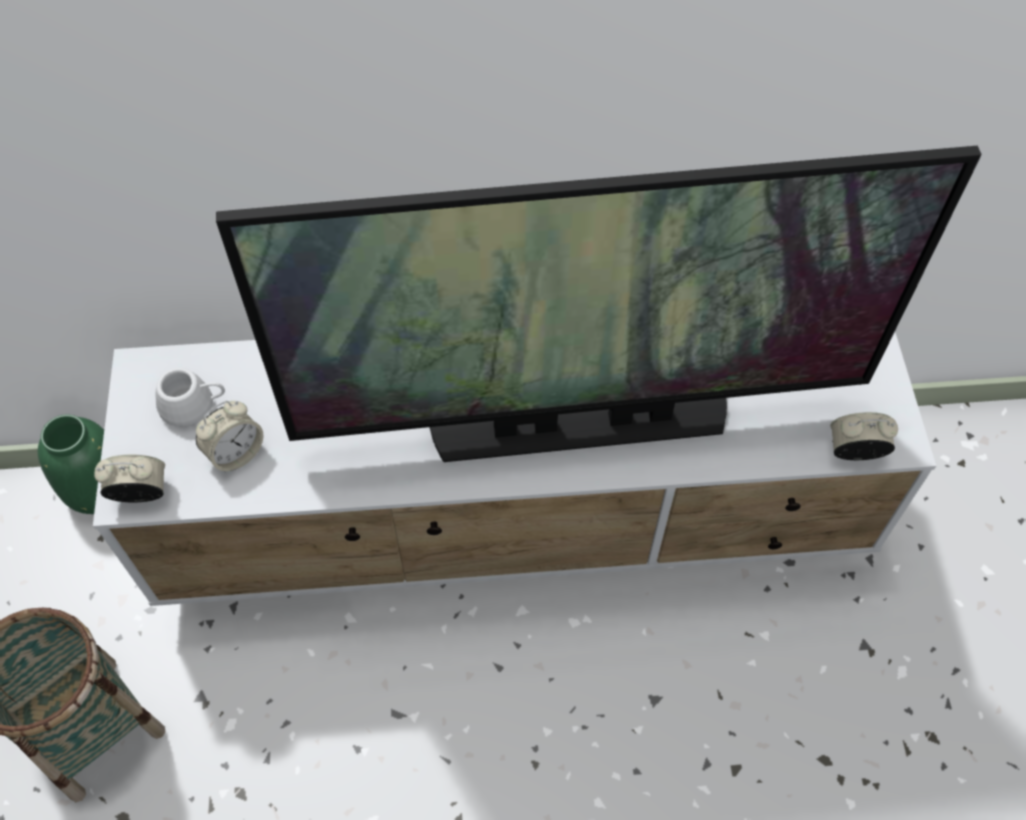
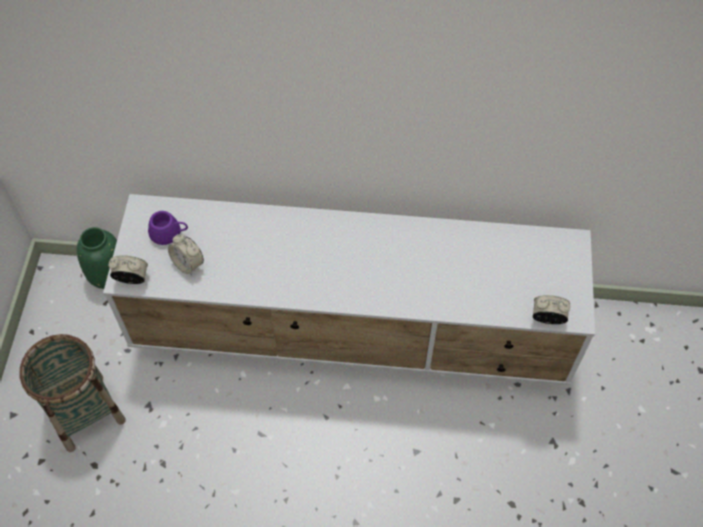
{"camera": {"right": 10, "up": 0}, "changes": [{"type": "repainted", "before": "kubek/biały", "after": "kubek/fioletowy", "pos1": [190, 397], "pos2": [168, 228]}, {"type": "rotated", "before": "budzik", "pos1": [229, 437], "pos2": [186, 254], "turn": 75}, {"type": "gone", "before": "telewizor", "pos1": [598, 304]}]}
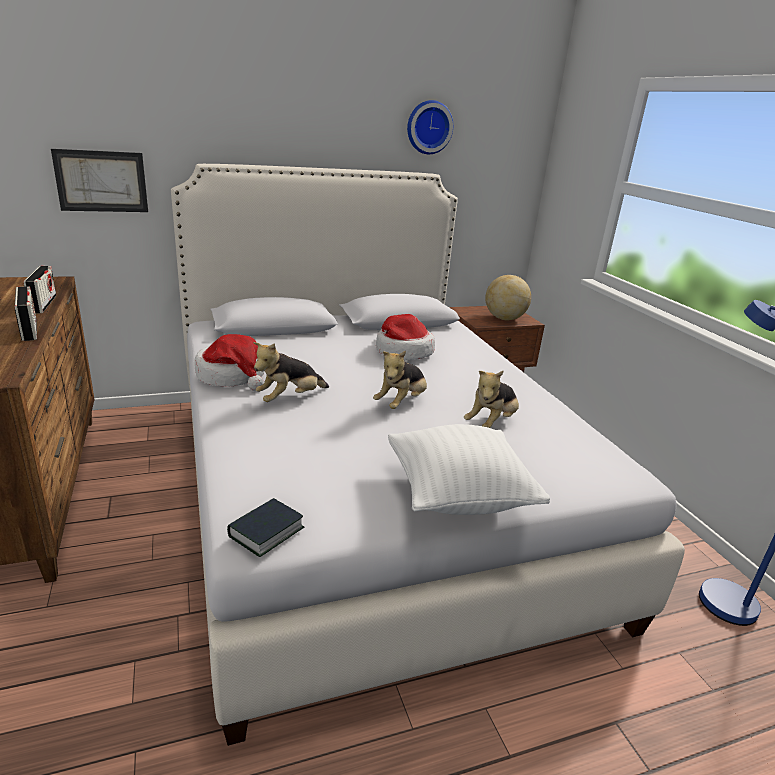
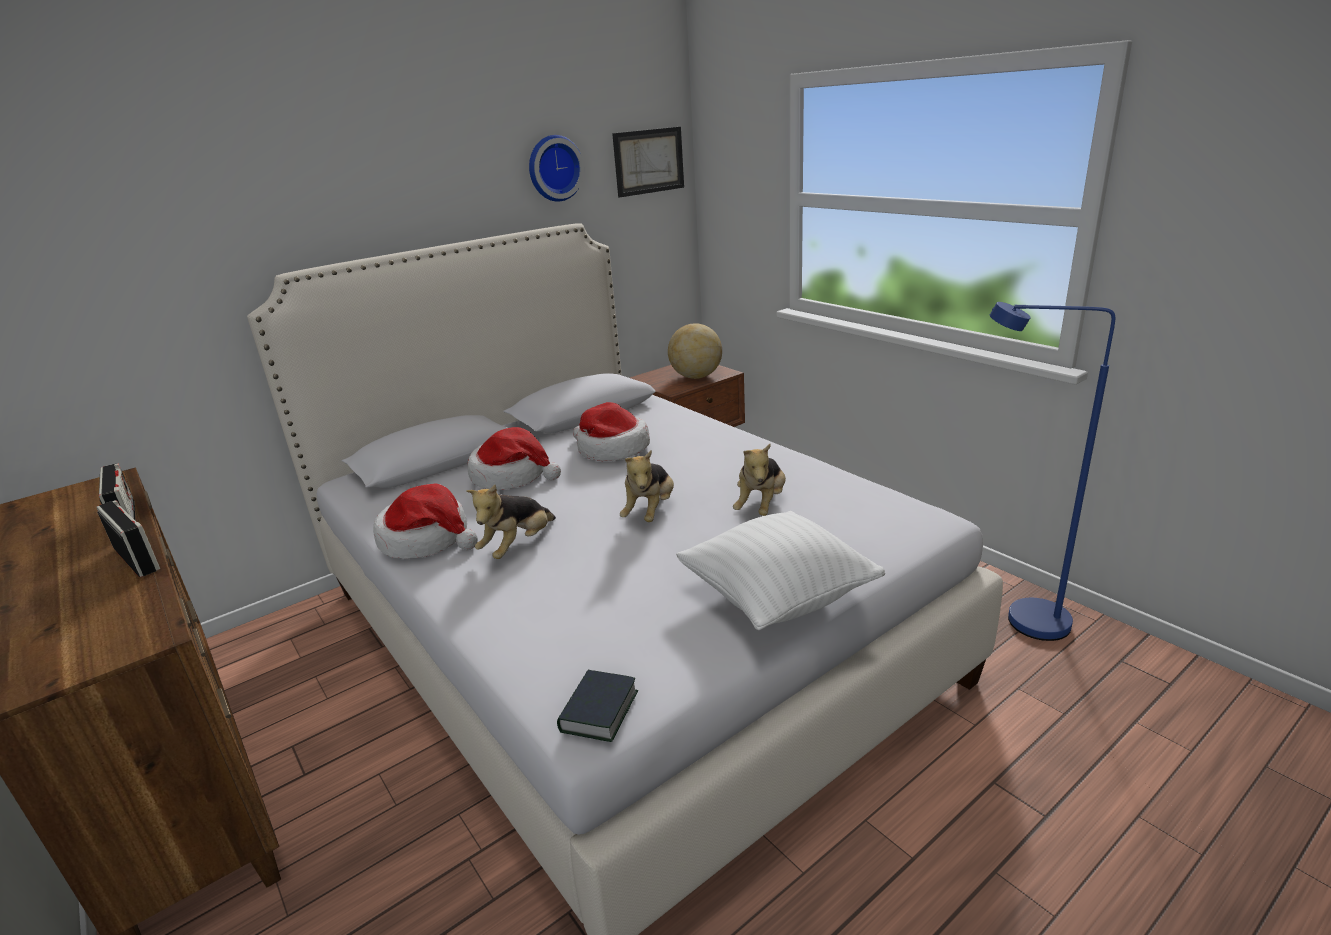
{"camera": {"right": -15, "up": 0}, "changes": [{"type": "new", "after": "kapelusz", "pos2": [514, 458]}, {"type": "shifted", "before": "obraz", "pos1": [99, 180], "pos2": [648, 162]}]}
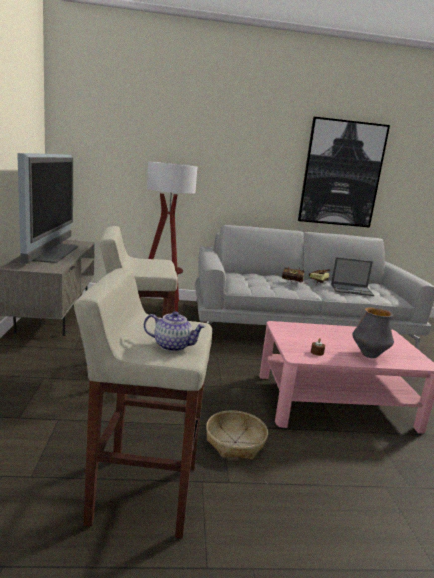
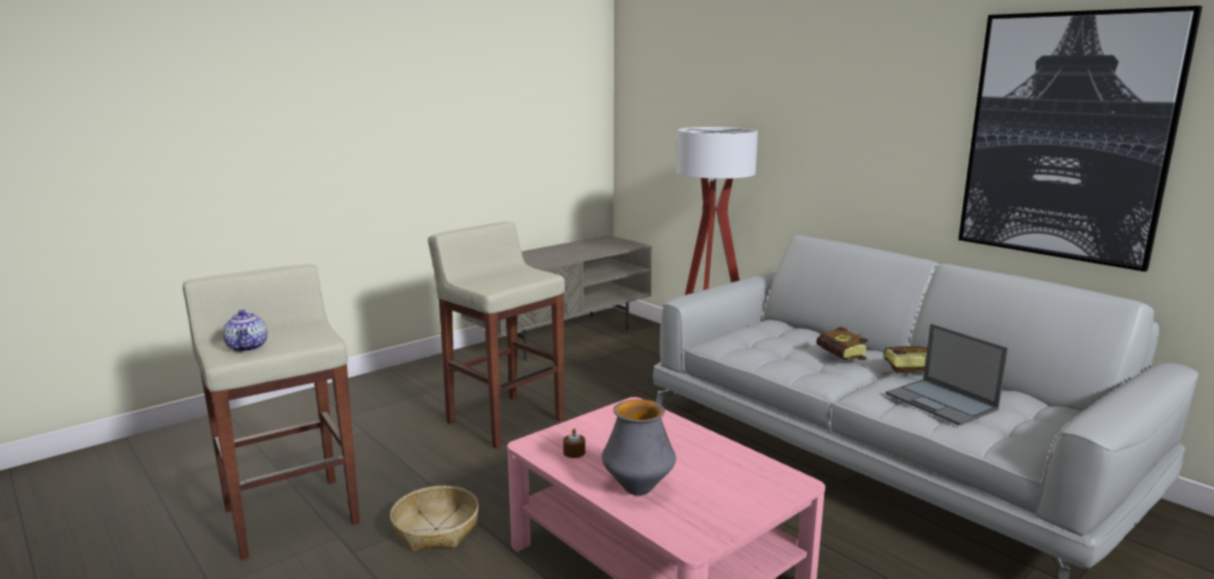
{"camera": {"right": 55, "up": 0}, "changes": [{"type": "gone", "before": "telewizor", "pos1": [47, 208]}]}
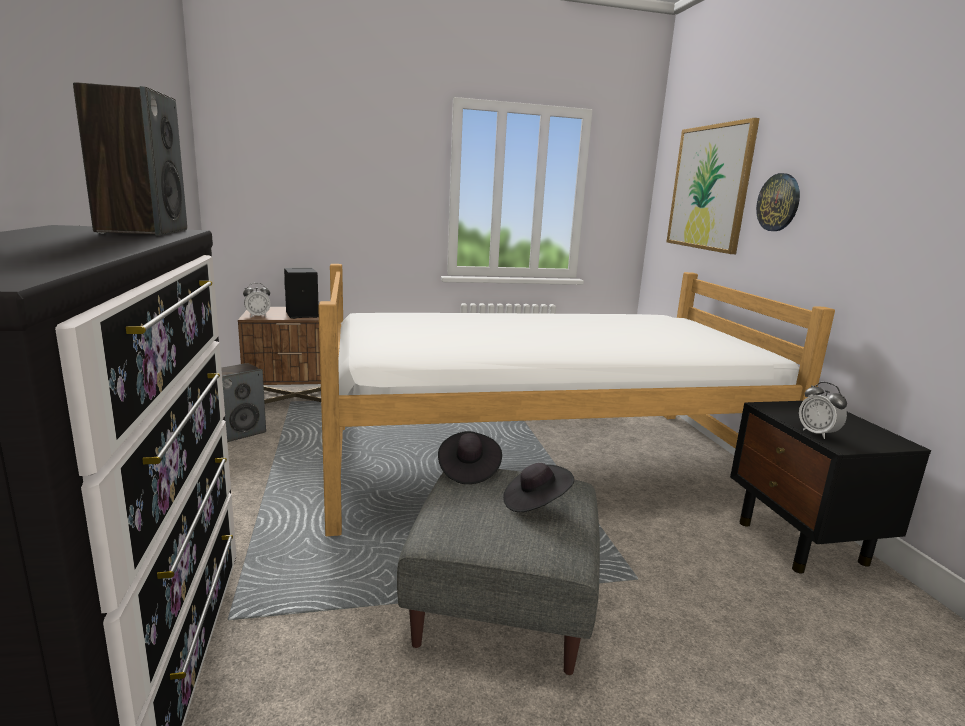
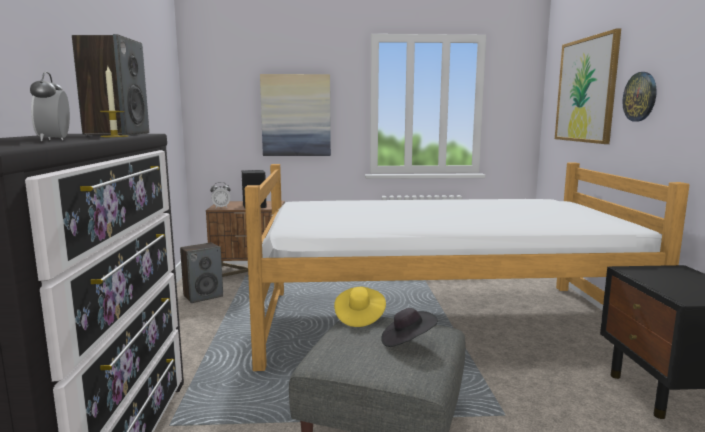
{"camera": {"right": 10, "up": -5}, "changes": [{"type": "shifted", "before": "budzik", "pos1": [823, 410], "pos2": [50, 106]}, {"type": "new", "after": "świeca", "pos2": [114, 102]}, {"type": "new", "after": "obraz", "pos2": [295, 115]}, {"type": "repainted", "before": "kapelusz/czarny", "after": "kapelusz/żółty", "pos1": [470, 457], "pos2": [360, 307]}]}
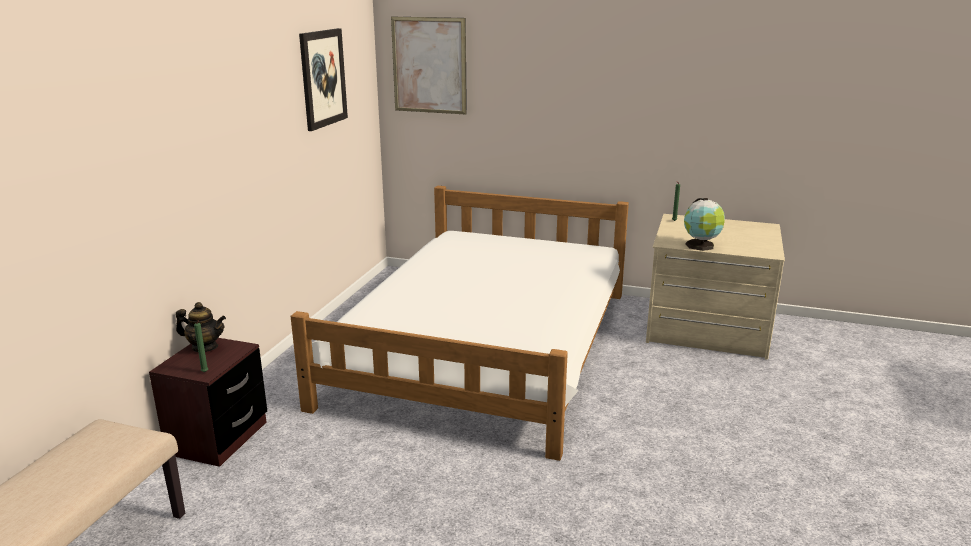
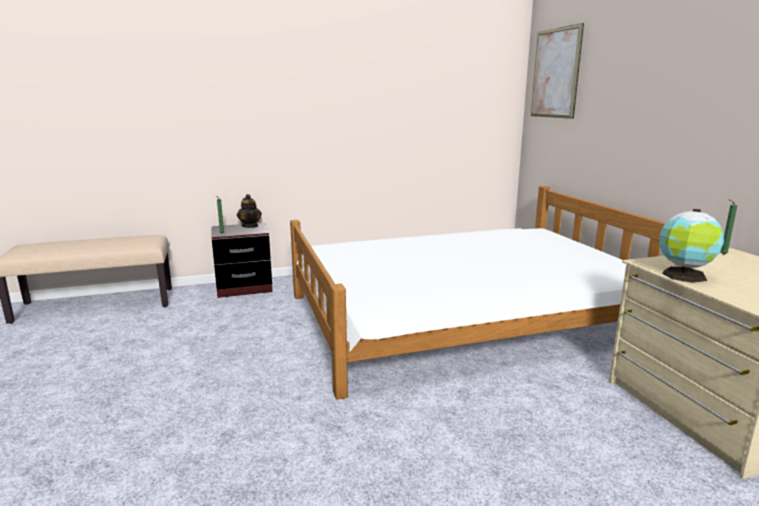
{"camera": {"right": 55, "up": -5}, "changes": [{"type": "gone", "before": "obraz", "pos1": [323, 79]}]}
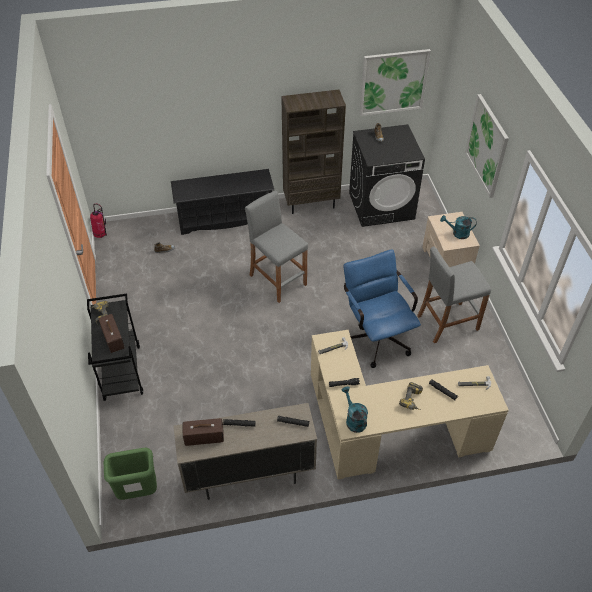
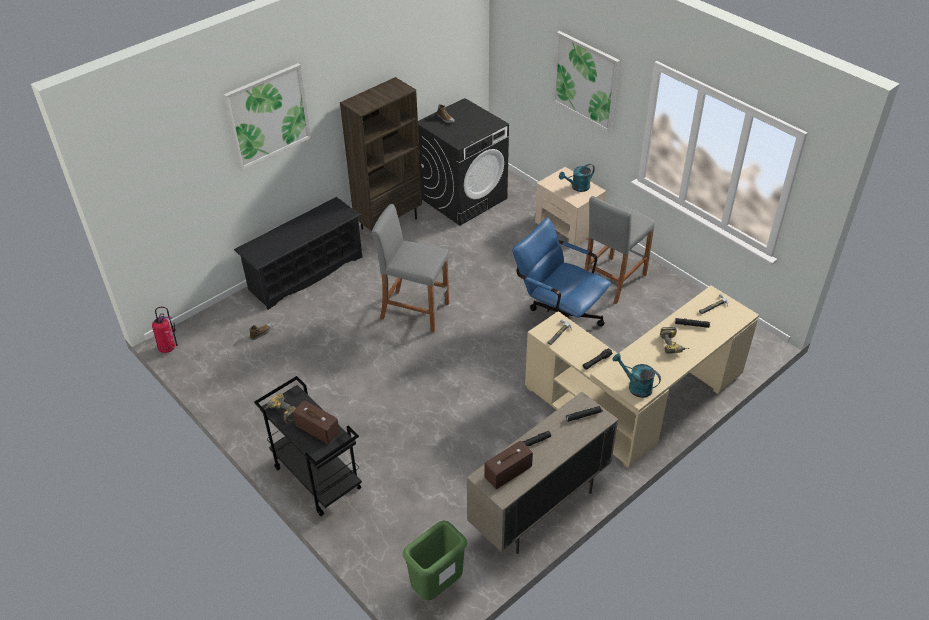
{"camera": {"right": -30, "up": -5}, "changes": [{"type": "shifted", "before": "obraz", "pos1": [395, 82], "pos2": [267, 116]}]}
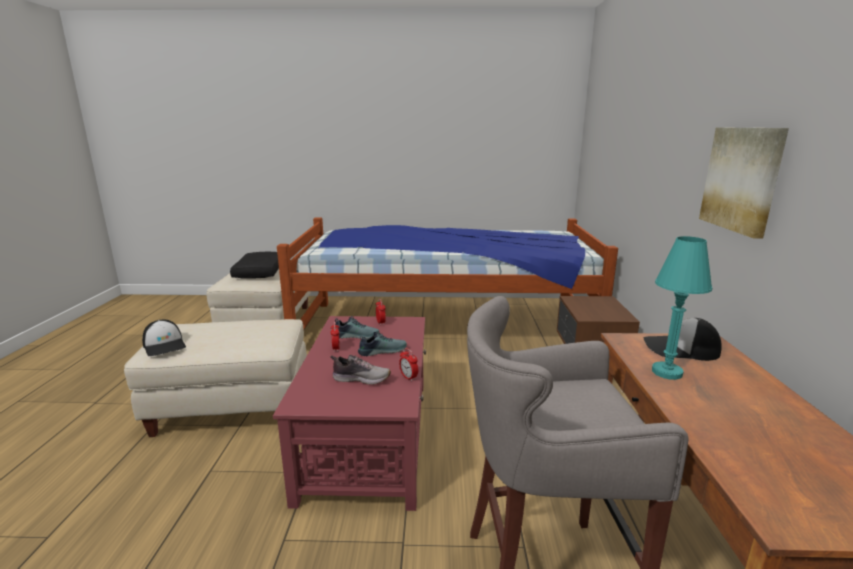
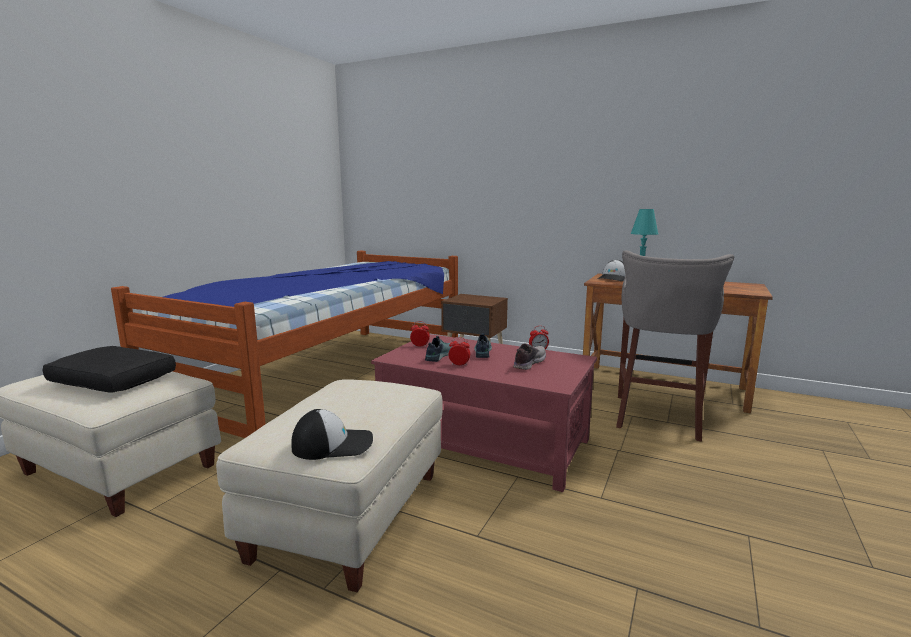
{"camera": {"right": -65, "up": -5}, "changes": [{"type": "gone", "before": "obraz", "pos1": [744, 183]}]}
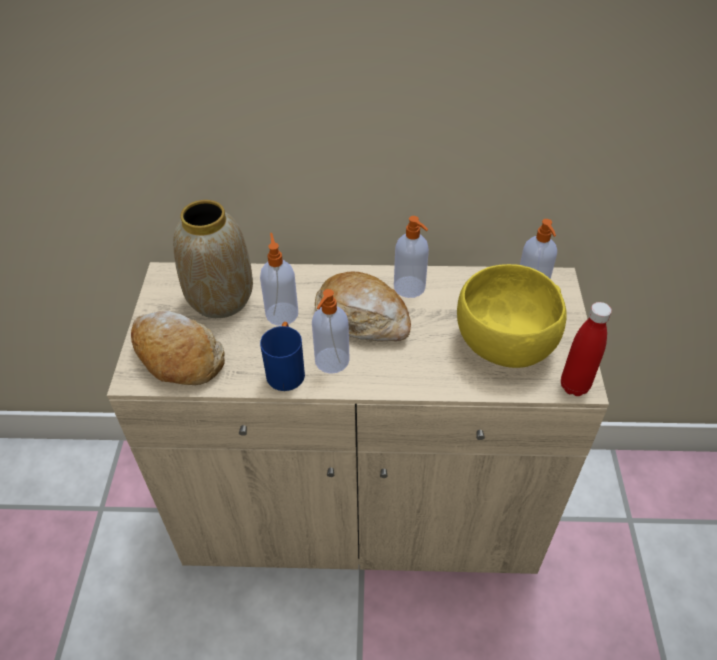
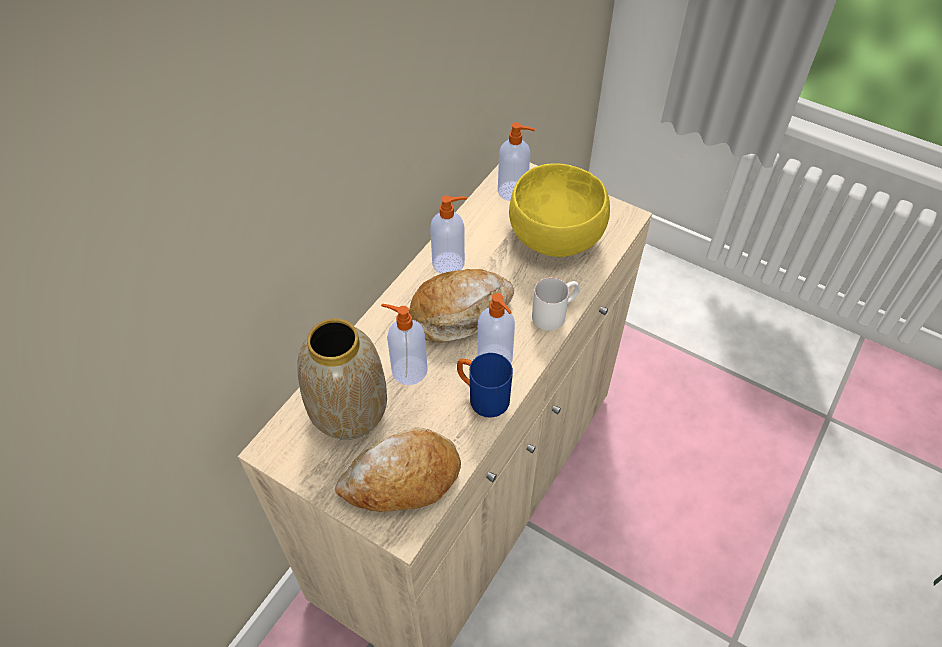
{"camera": {"right": -60, "up": 5}, "changes": [{"type": "new", "after": "kubek/biały", "pos2": [556, 304]}, {"type": "gone", "before": "butelka/czerwony", "pos1": [586, 349]}]}
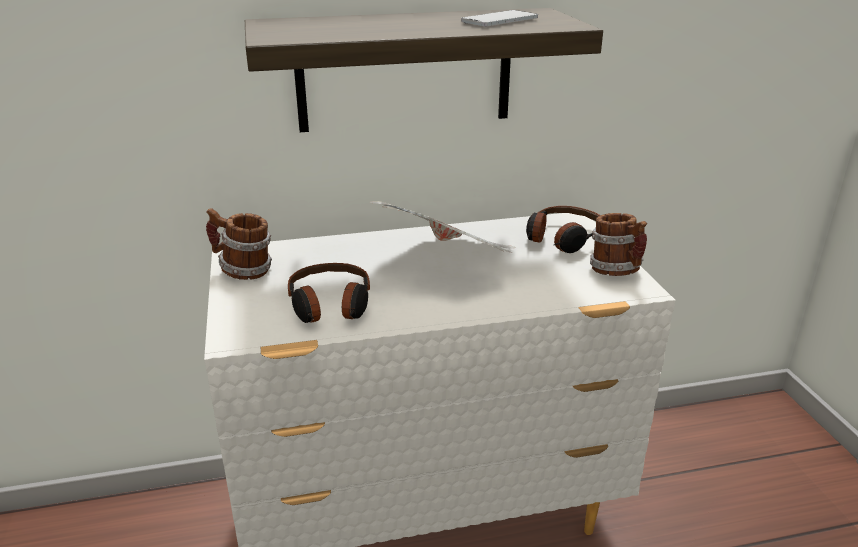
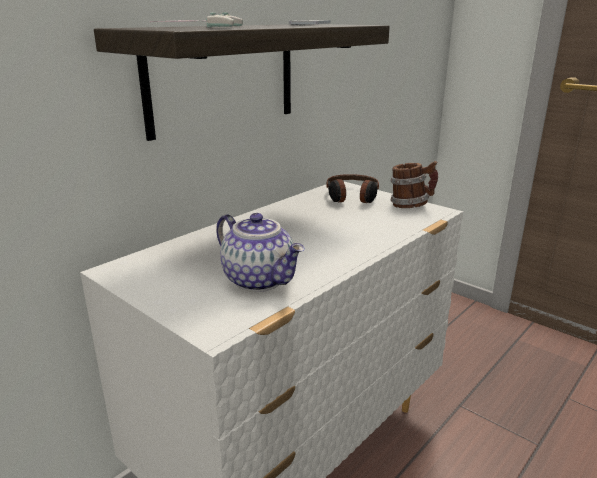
{"camera": {"right": -35, "up": -5}, "changes": [{"type": "new", "after": "pad do gier/biały", "pos2": [196, 20]}, {"type": "swapped", "before": "słuchawki", "after": "imbryk", "pos1": [329, 293], "pos2": [260, 252]}, {"type": "gone", "before": "kubek", "pos1": [239, 244]}, {"type": "gone", "before": "gazeta", "pos1": [442, 227]}]}
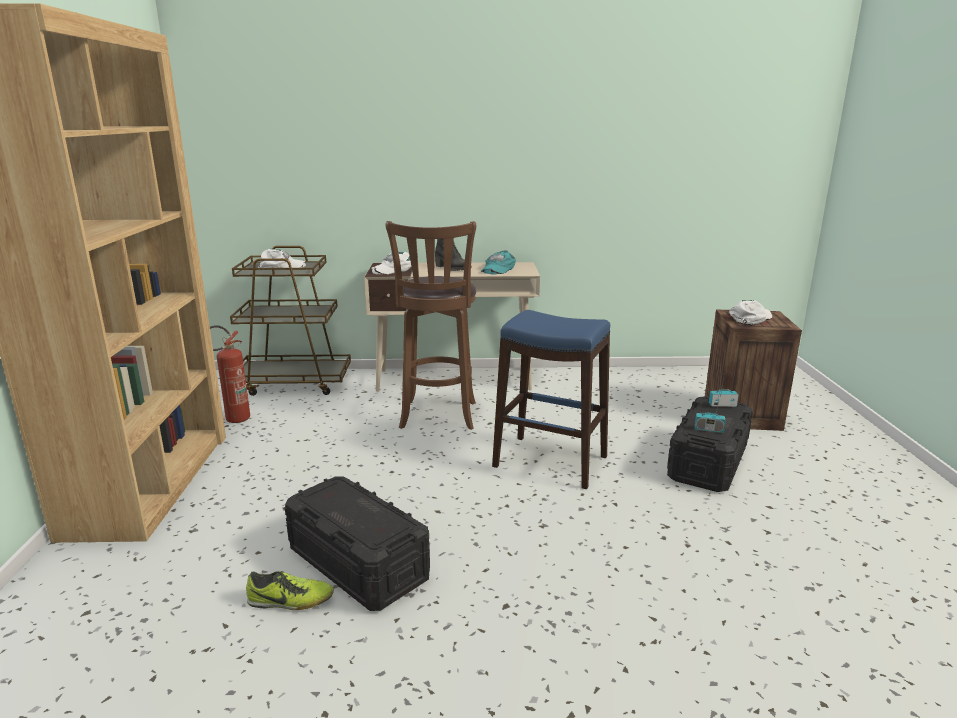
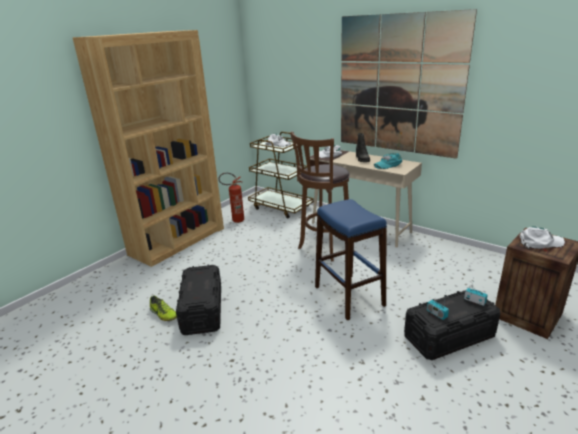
{"camera": {"right": 40, "up": 5}, "changes": [{"type": "new", "after": "obraz", "pos2": [409, 84]}]}
